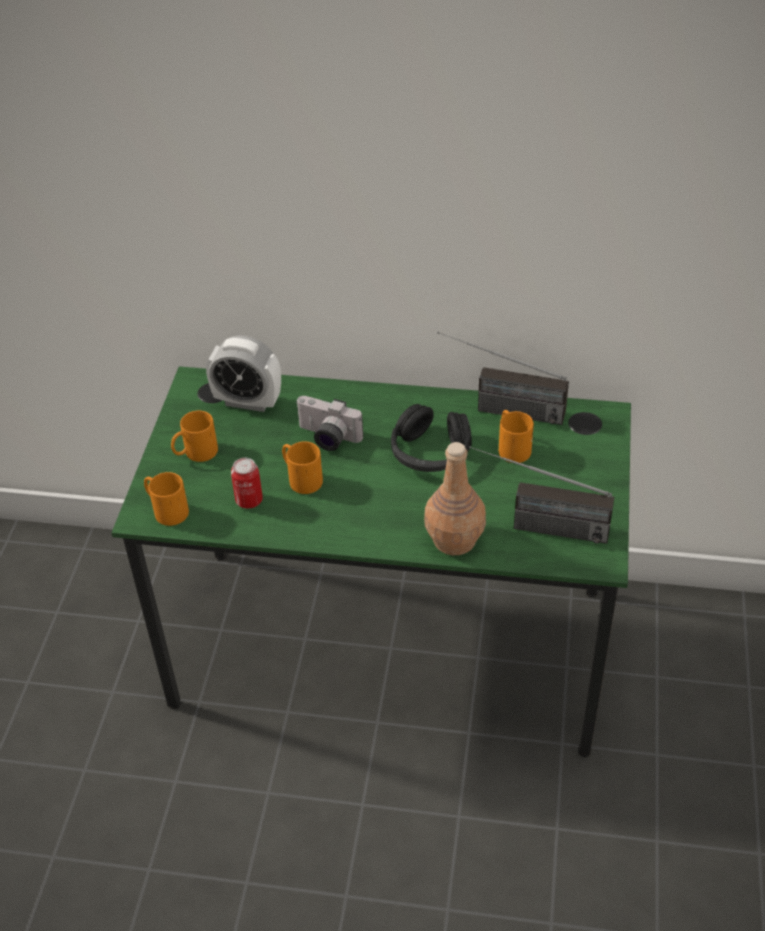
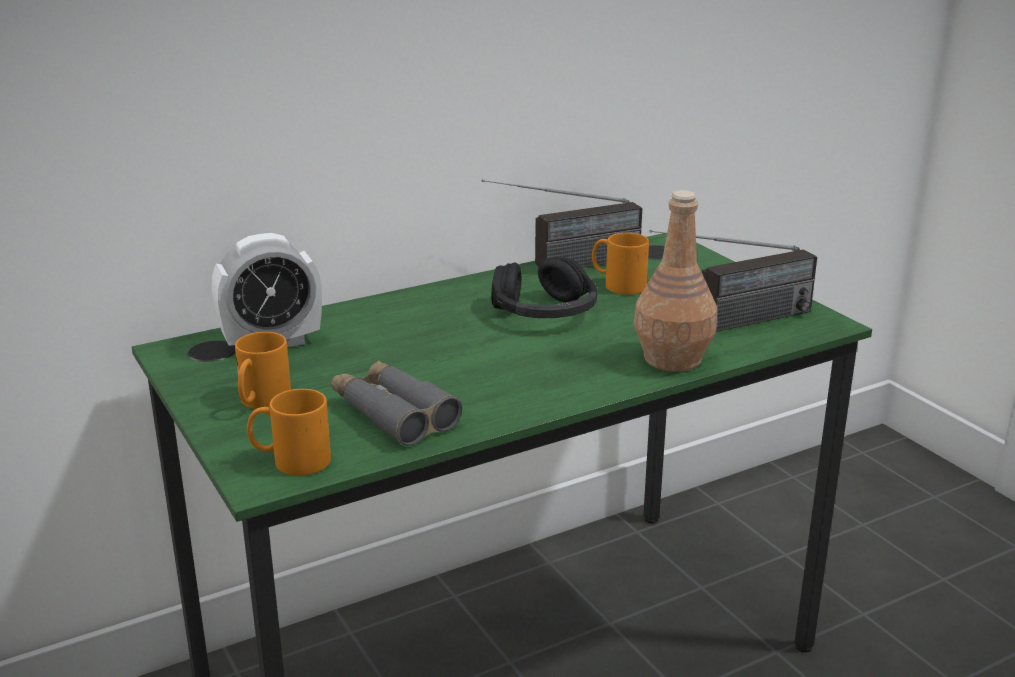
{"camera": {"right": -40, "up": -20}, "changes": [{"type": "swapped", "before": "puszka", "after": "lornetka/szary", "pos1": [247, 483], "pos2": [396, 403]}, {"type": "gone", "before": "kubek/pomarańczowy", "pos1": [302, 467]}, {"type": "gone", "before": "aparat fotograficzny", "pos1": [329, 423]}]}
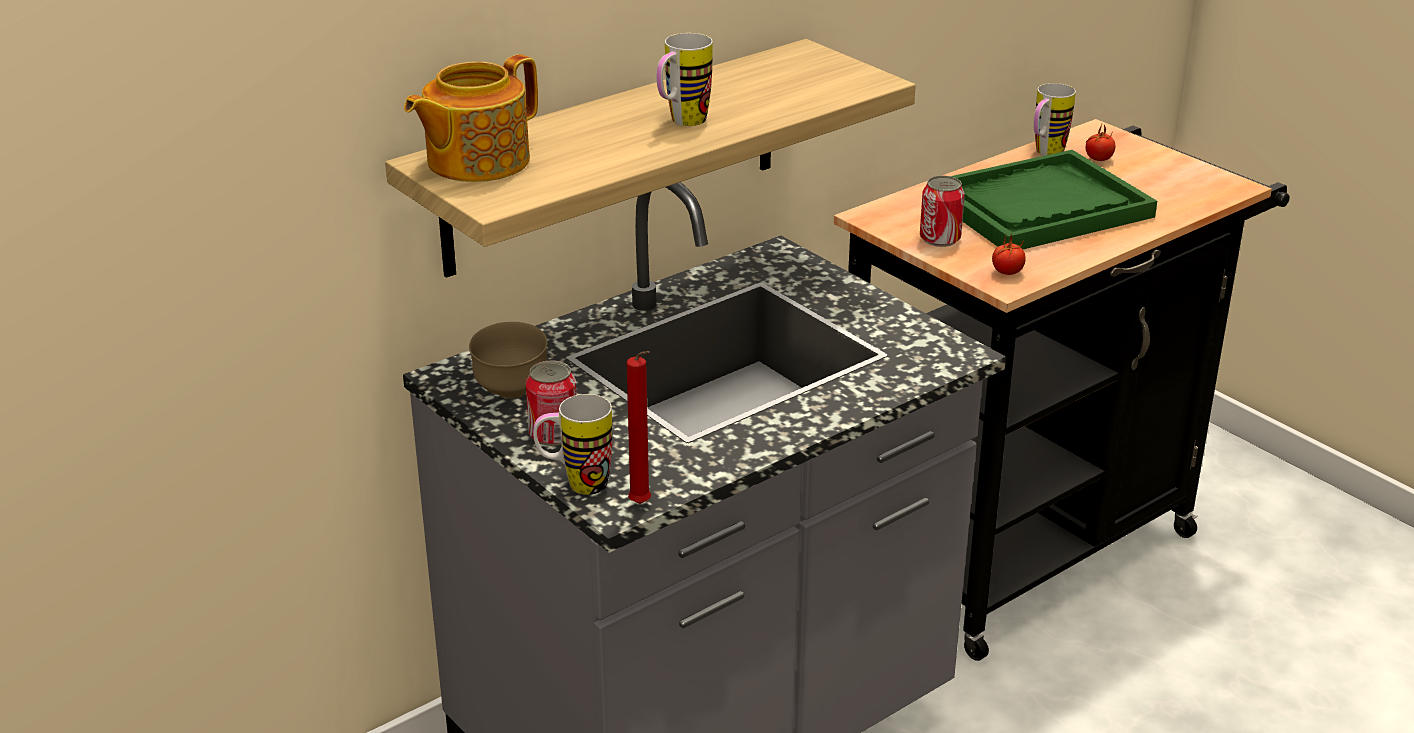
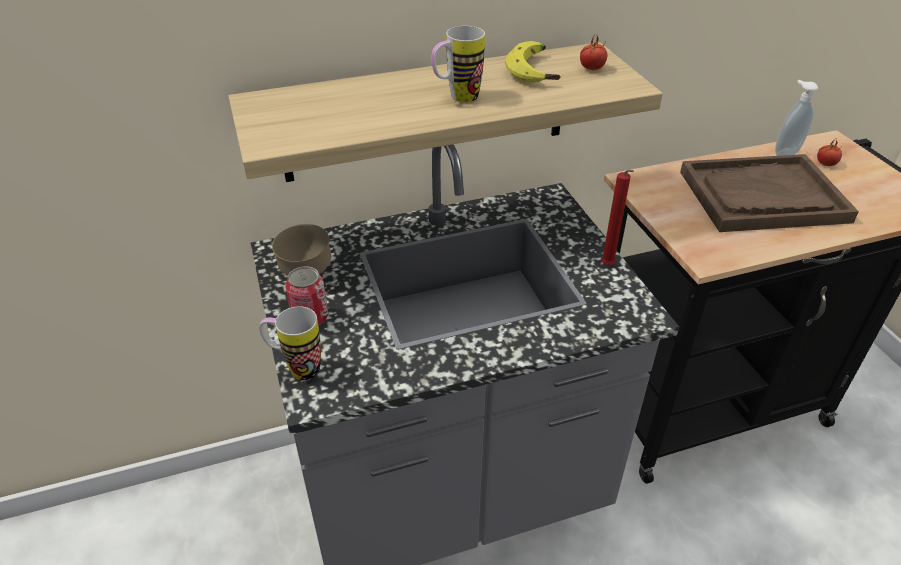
{"camera": {"right": 20, "up": 10}, "changes": [{"type": "new", "after": "banan", "pos2": [533, 61]}, {"type": "shifted", "before": "pomidor", "pos1": [1009, 254], "pos2": [593, 53]}, {"type": "shifted", "before": "świeca/czerwony", "pos1": [639, 427], "pos2": [617, 217]}, {"type": "repainted", "before": "taca/zielony", "after": "taca/brązowy", "pos1": [1054, 199], "pos2": [769, 193]}, {"type": "swapped", "before": "kubek", "after": "dozownik mydła", "pos1": [1054, 119], "pos2": [796, 118]}, {"type": "gone", "before": "imbryk", "pos1": [471, 118]}, {"type": "gone", "before": "puszka", "pos1": [942, 211]}]}
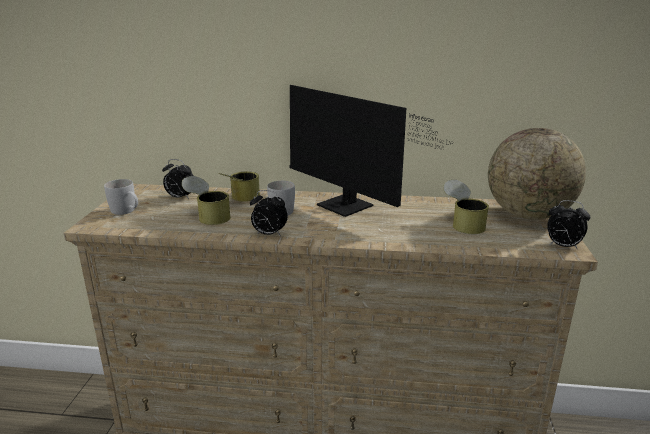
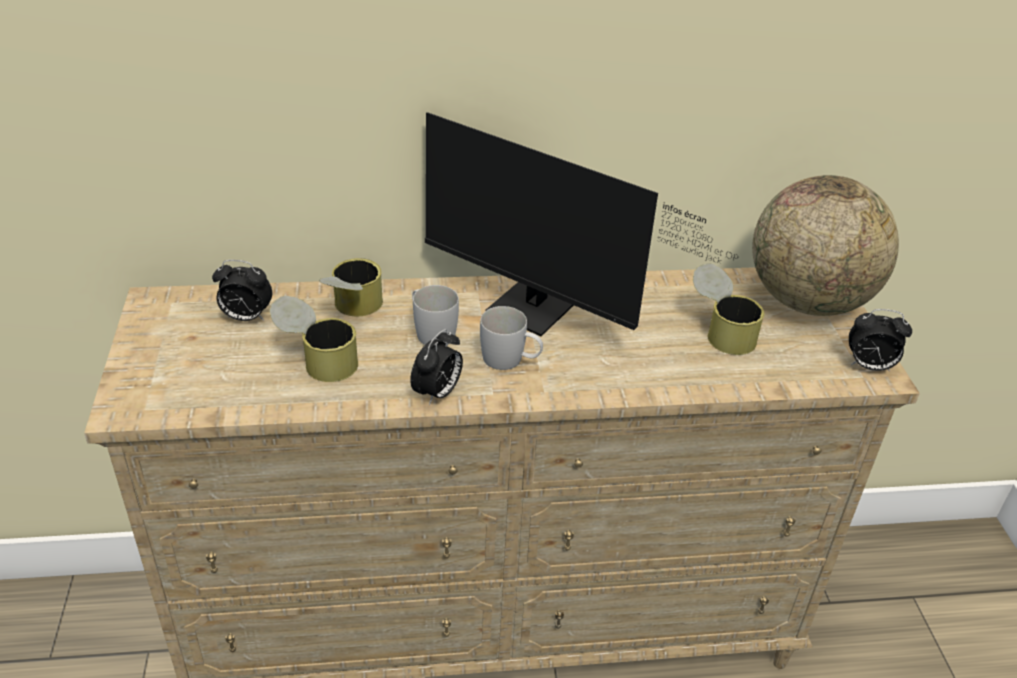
{"camera": {"right": -15, "up": 15}, "changes": [{"type": "rotated", "before": "budzik", "pos1": [269, 213], "pos2": [436, 367], "turn": -60}, {"type": "shifted", "before": "kubek/biały", "pos1": [121, 197], "pos2": [511, 338]}]}
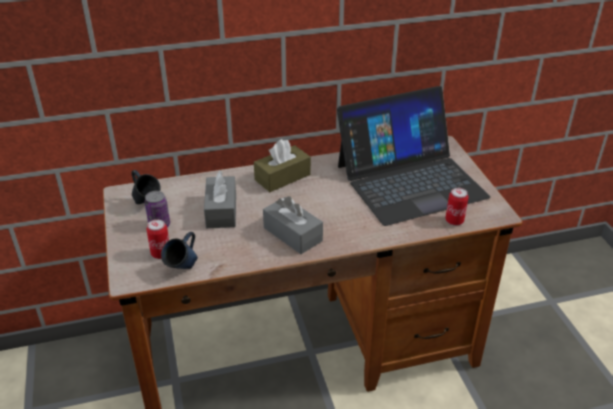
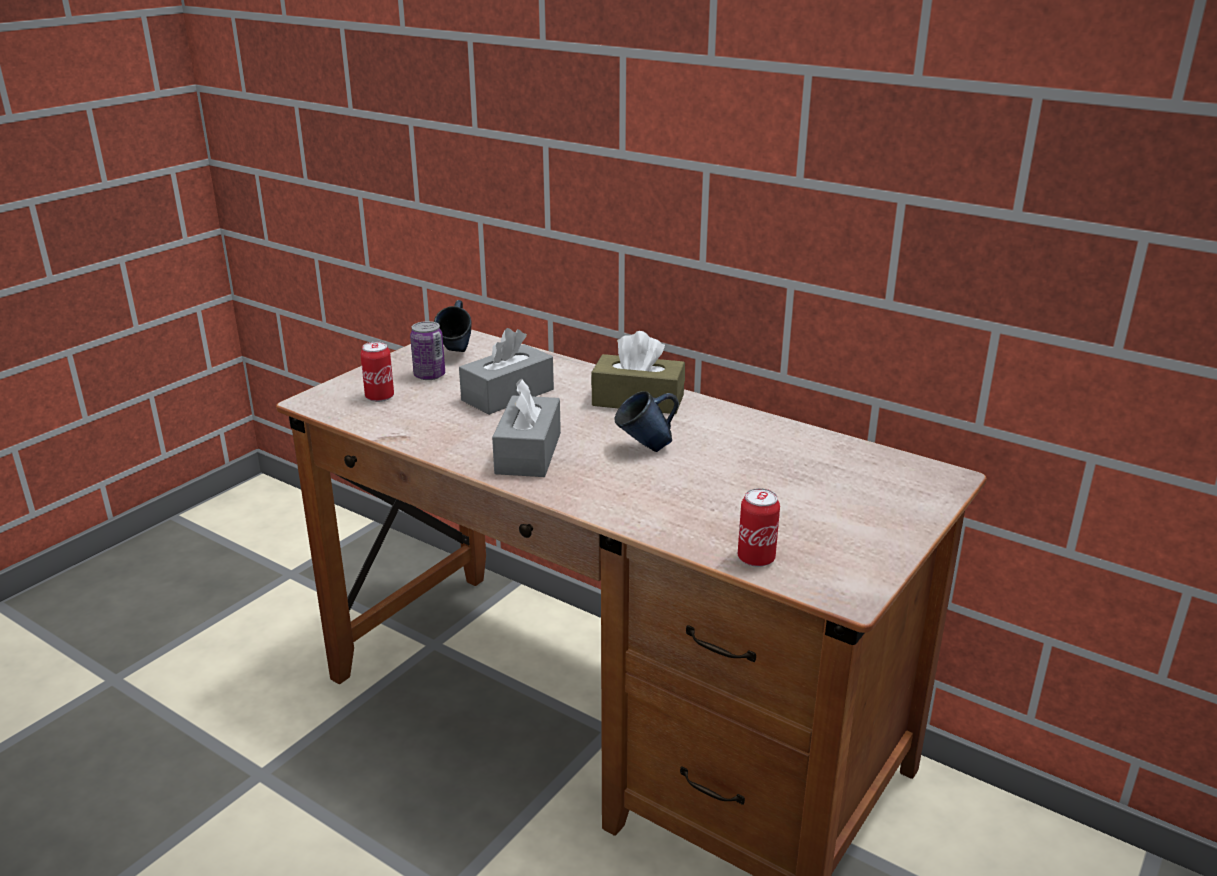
{"camera": {"right": 50, "up": -10}, "changes": [{"type": "shifted", "before": "kubek/niebieski", "pos1": [179, 250], "pos2": [646, 421]}, {"type": "gone", "before": "laptop", "pos1": [413, 156]}]}
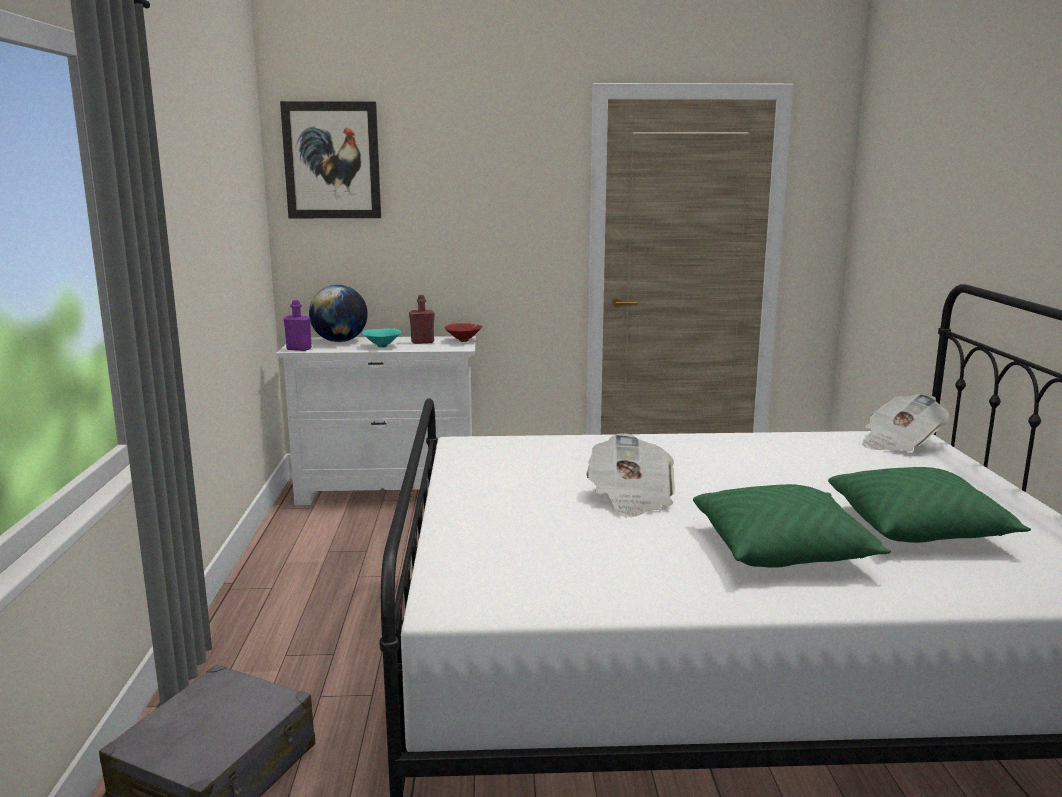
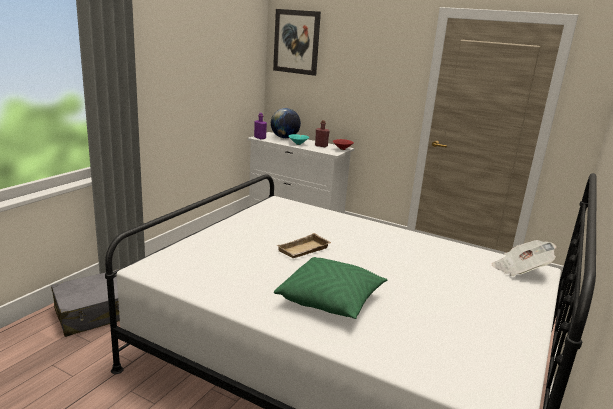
{"camera": {"right": 30, "up": 5}, "changes": [{"type": "swapped", "before": "gazeta", "after": "taca/beżowy", "pos1": [630, 475], "pos2": [304, 245]}, {"type": "gone", "before": "poduszka/zielony", "pos1": [929, 505]}]}
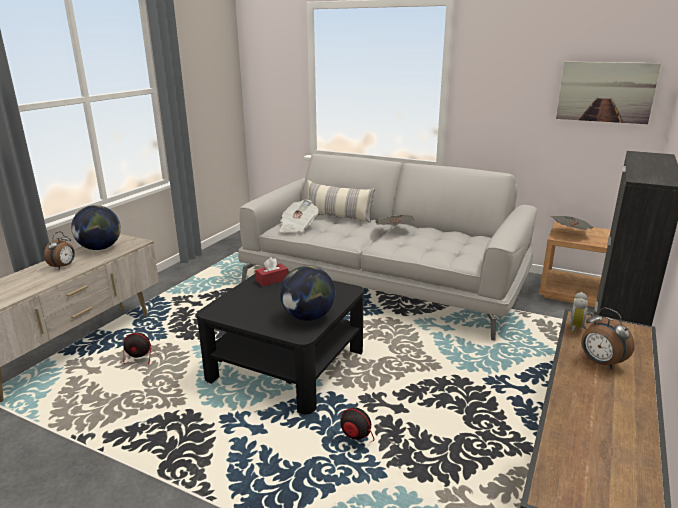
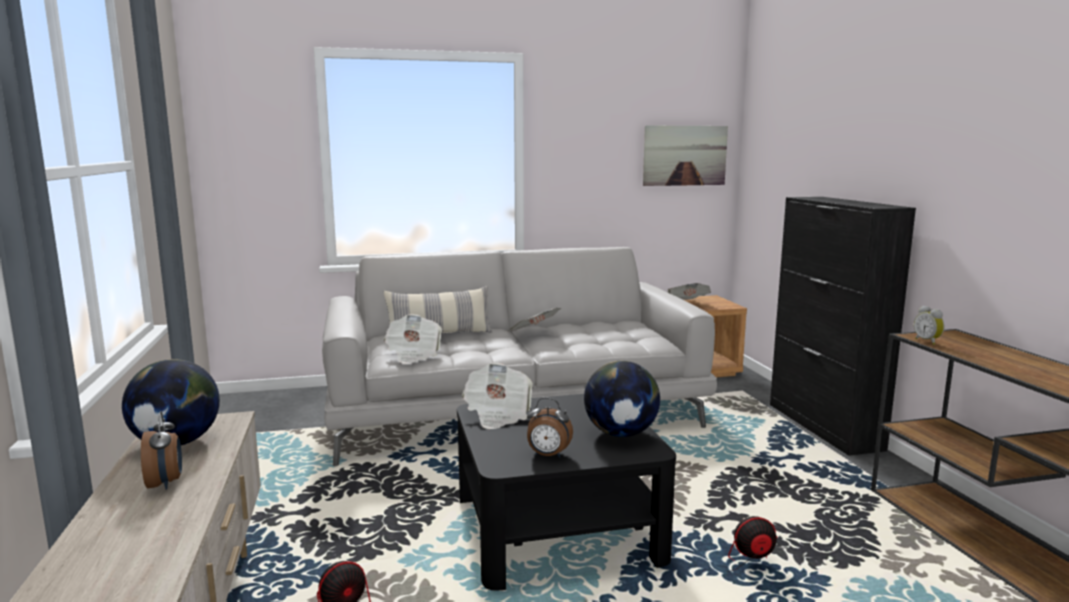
{"camera": {"right": -40, "up": -10}, "changes": [{"type": "swapped", "before": "pudełko chusteczek/czerwony", "after": "gazeta", "pos1": [272, 271], "pos2": [497, 396]}, {"type": "shifted", "before": "budzik", "pos1": [608, 338], "pos2": [550, 428]}]}
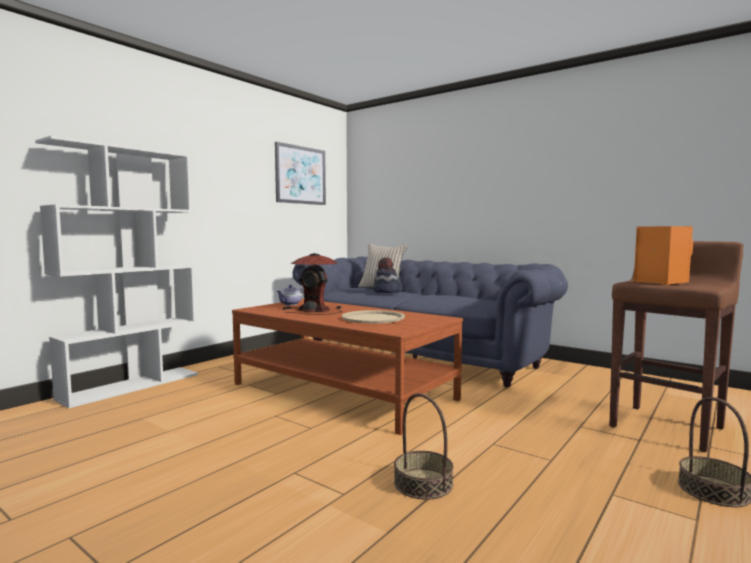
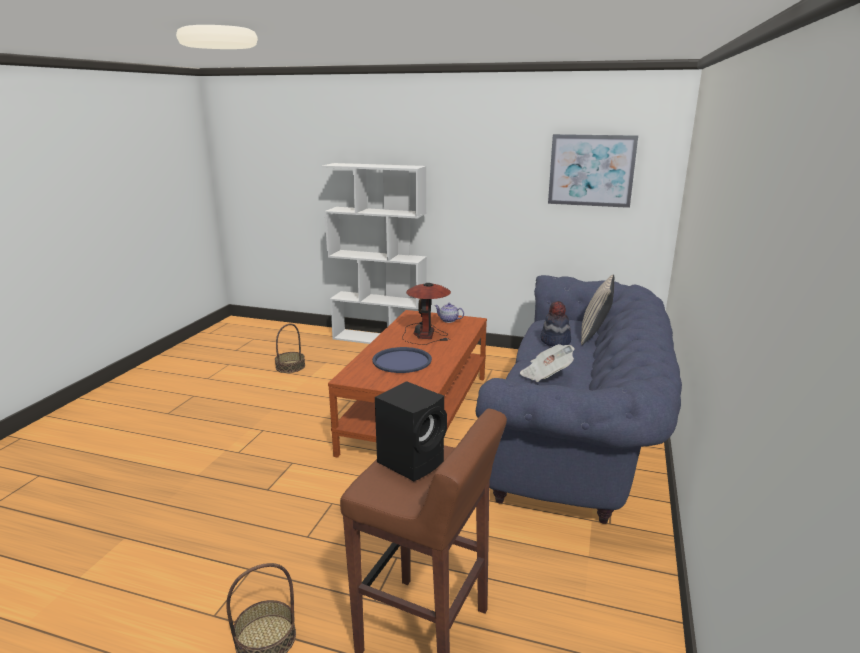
{"camera": {"right": 70, "up": 15}, "changes": [{"type": "shifted", "before": "koszyk", "pos1": [424, 446], "pos2": [290, 348]}, {"type": "repainted", "before": "taca/beżowy", "after": "taca/niebieski", "pos1": [373, 317], "pos2": [402, 360]}, {"type": "repainted", "before": "głośnik/pomarańczowy", "after": "głośnik/czarny", "pos1": [663, 255], "pos2": [411, 431]}, {"type": "new", "after": "gazeta", "pos2": [547, 363]}]}
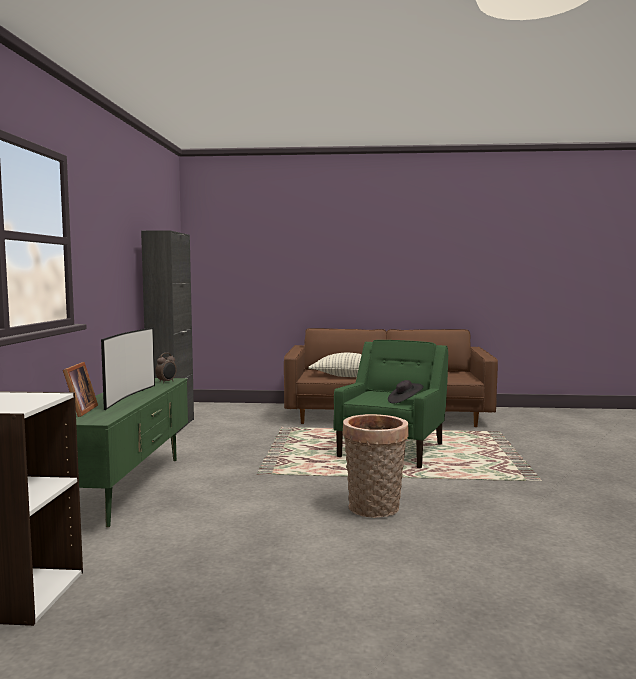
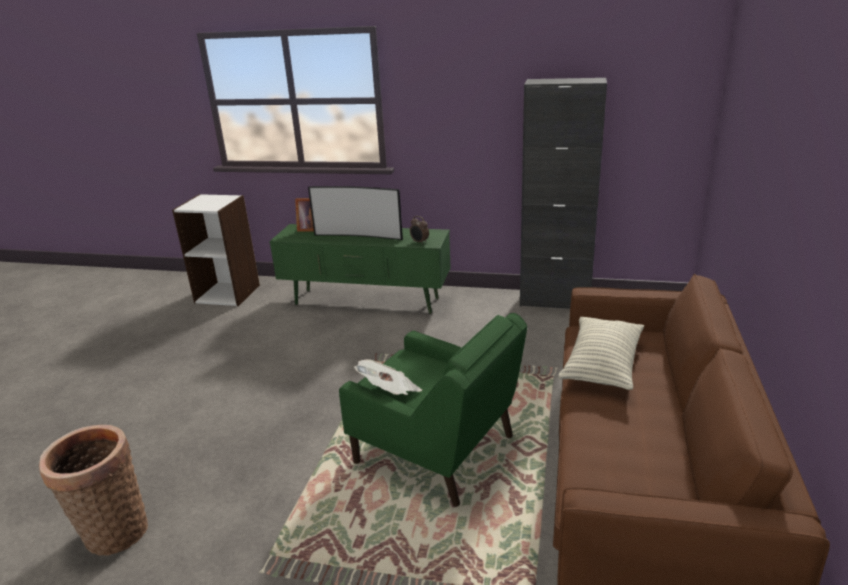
{"camera": {"right": 100, "up": 20}, "changes": [{"type": "shifted", "before": "koszyk", "pos1": [375, 466], "pos2": [93, 490]}, {"type": "swapped", "before": "kapelusz/czarny", "after": "gazeta", "pos1": [406, 392], "pos2": [388, 377]}]}
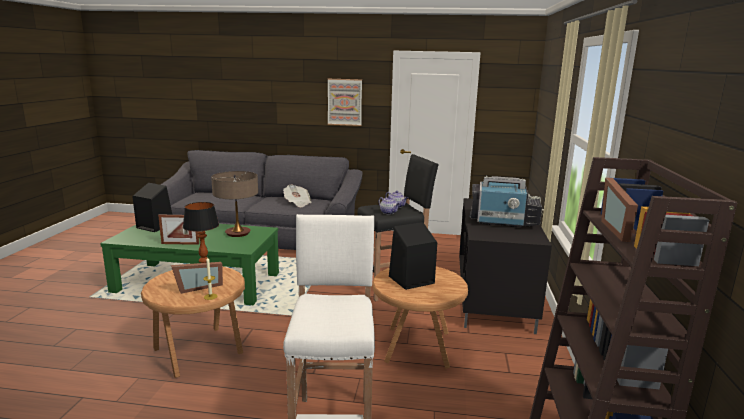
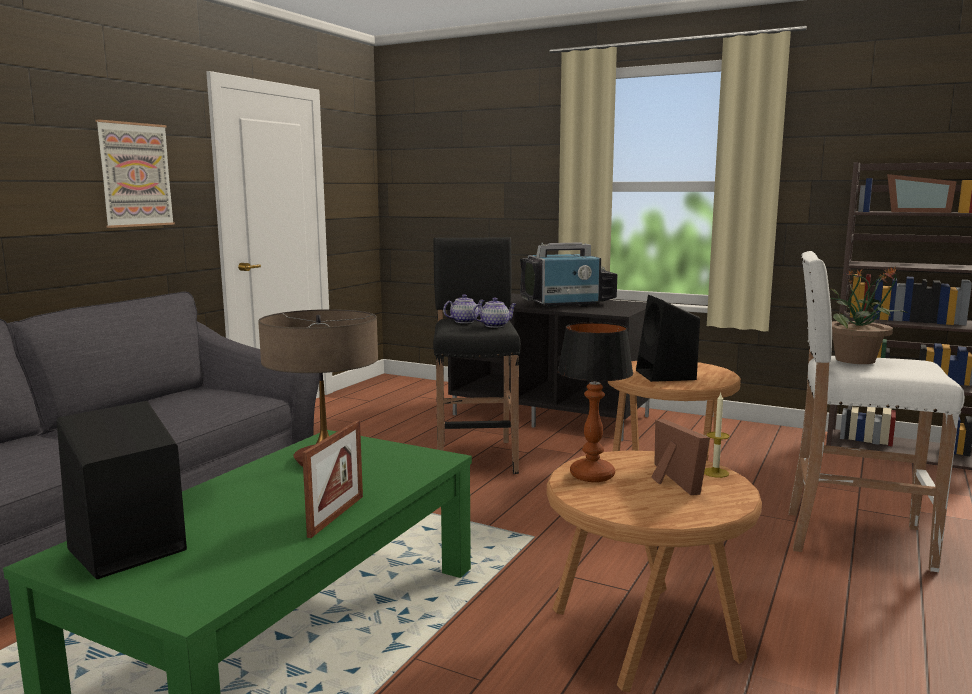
{"camera": {"right": -70, "up": -5}, "changes": [{"type": "rotated", "before": "telewizor", "pos1": [507, 201], "pos2": [568, 274], "turn": 45}, {"type": "new", "after": "roślina doniczkowa", "pos2": [869, 315]}, {"type": "gone", "before": "gazeta", "pos1": [297, 196]}]}
